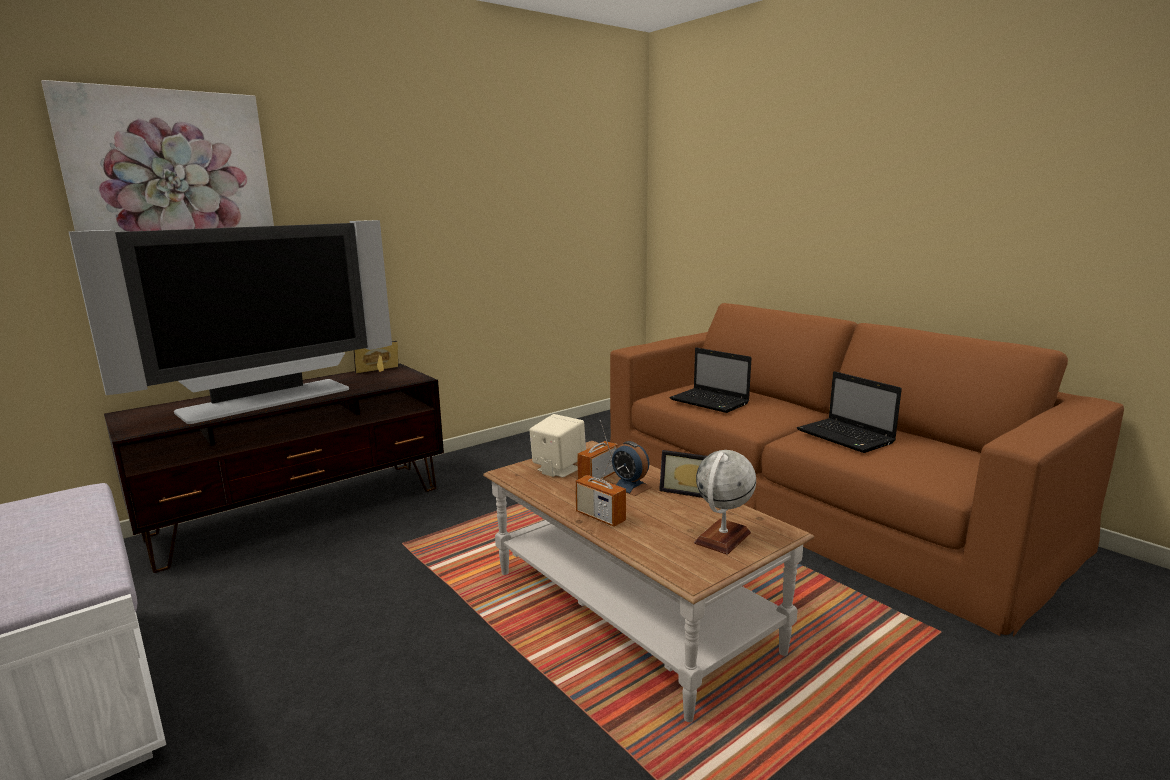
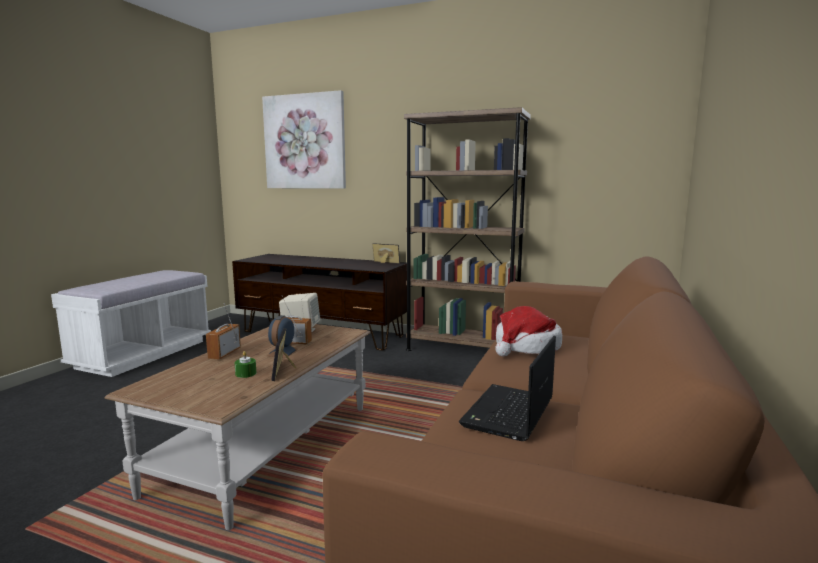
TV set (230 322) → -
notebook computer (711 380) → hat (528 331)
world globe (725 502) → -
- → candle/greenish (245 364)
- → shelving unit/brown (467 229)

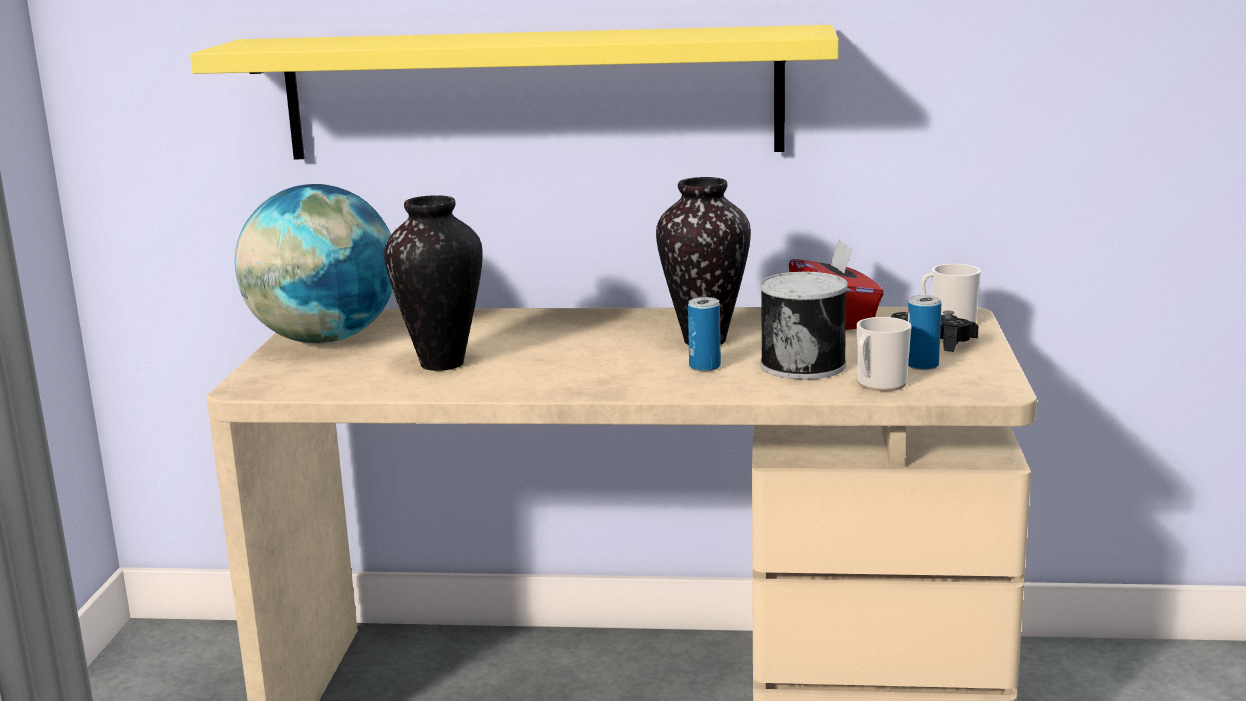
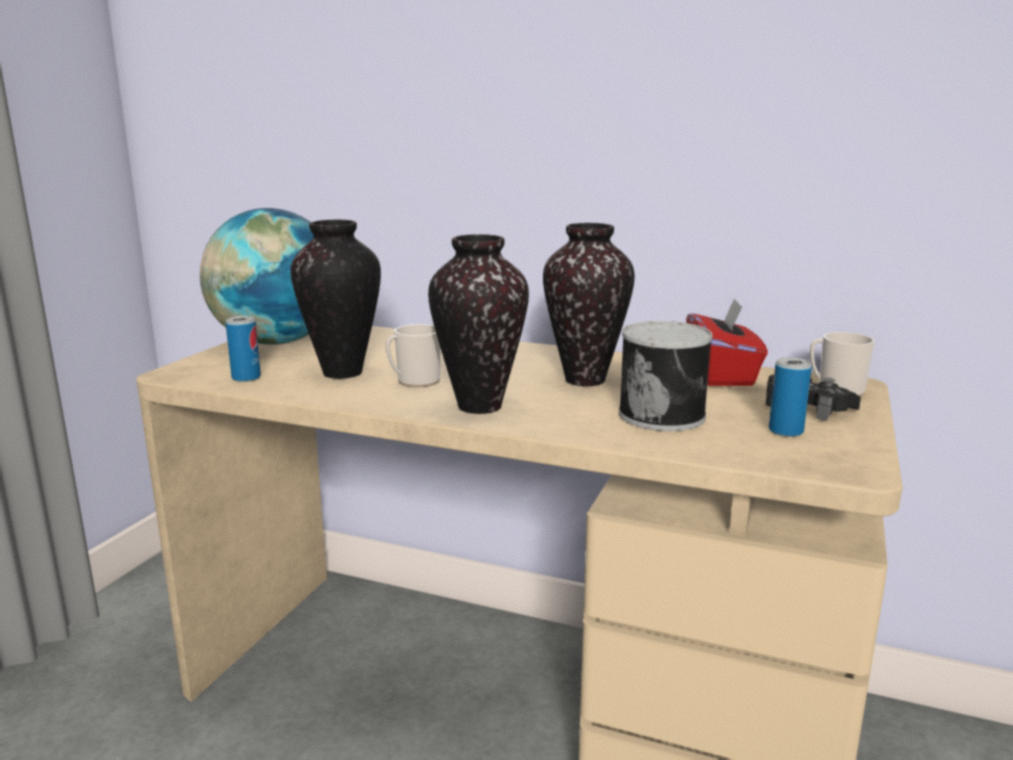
shelf/yellow-coloured (514 92) → -
sealed can (704 334) → sealed can (243 349), shifted
tea mug (884 354) → tea mug (413 355), shifted
- → decorative vase (478 324)

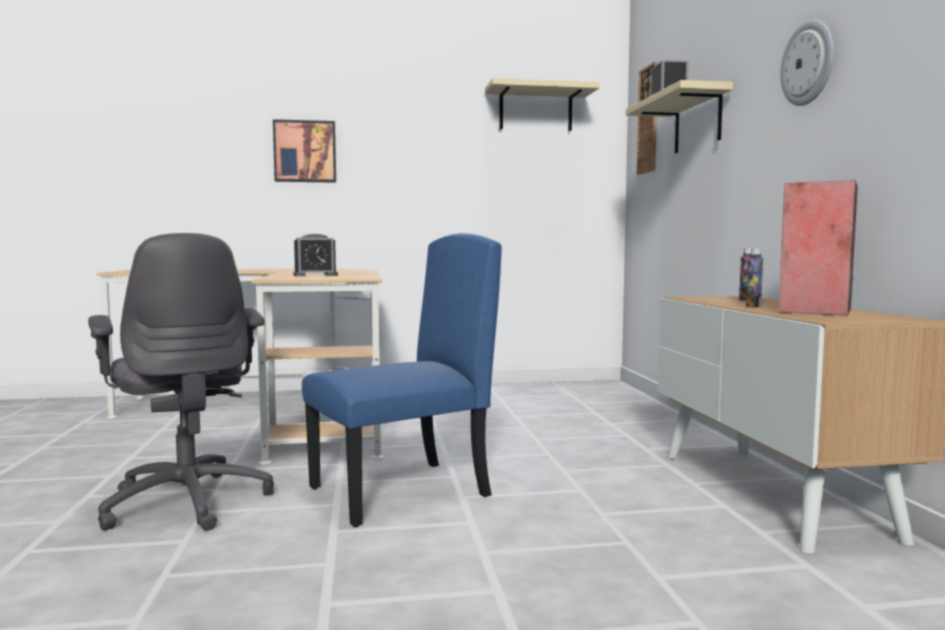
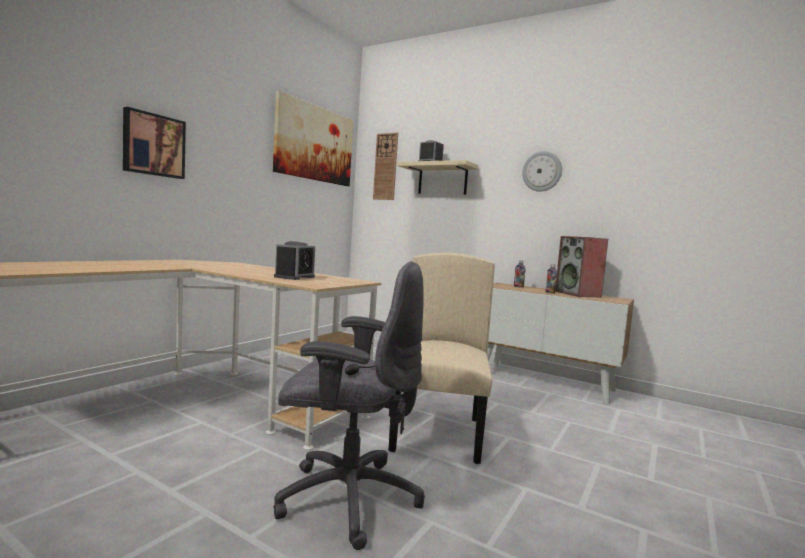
chair/bluish (402 380) → chair/beige (442 358)
shelf/beige (542 104) → wall picture (313 138)

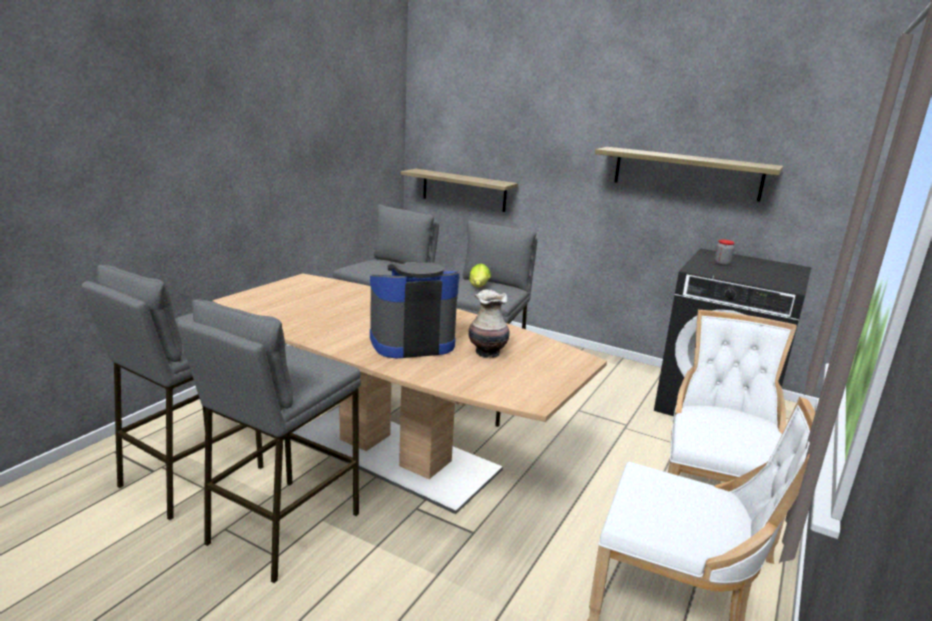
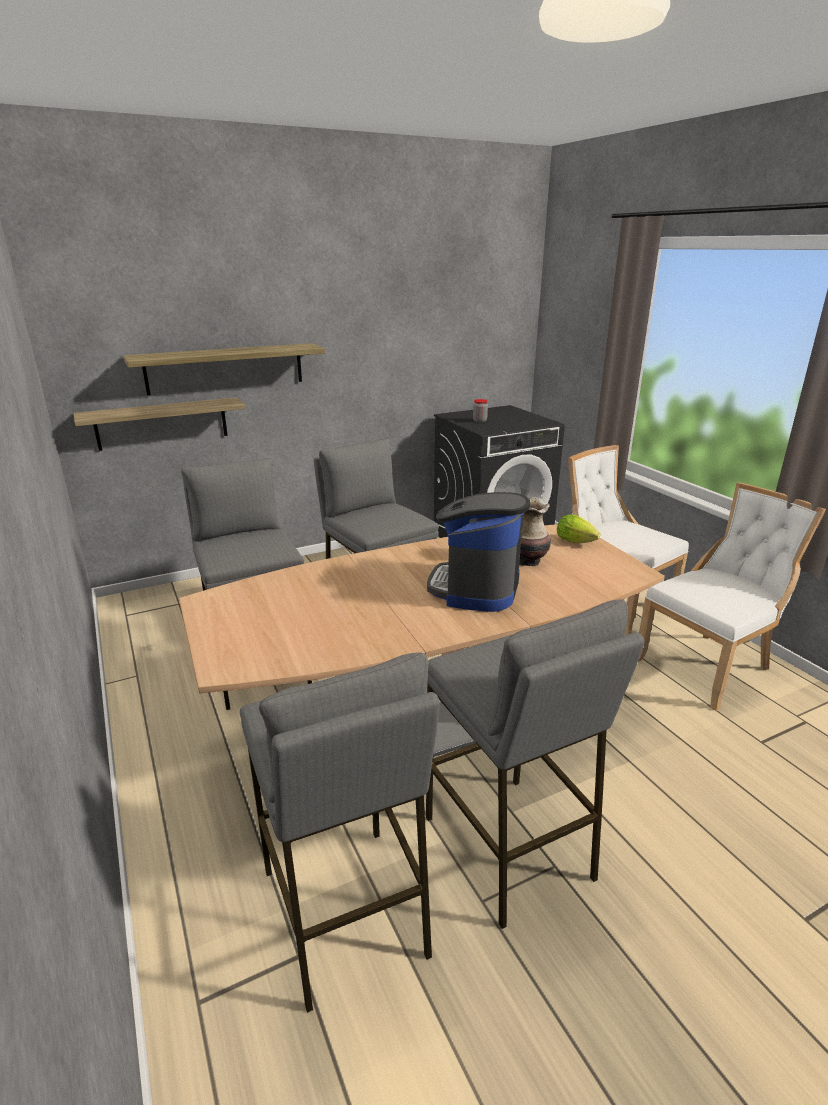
head of lettuce (480 275) → head of lettuce (578 528), shifted
shelf (689 174) → shelf (224 369), shifted

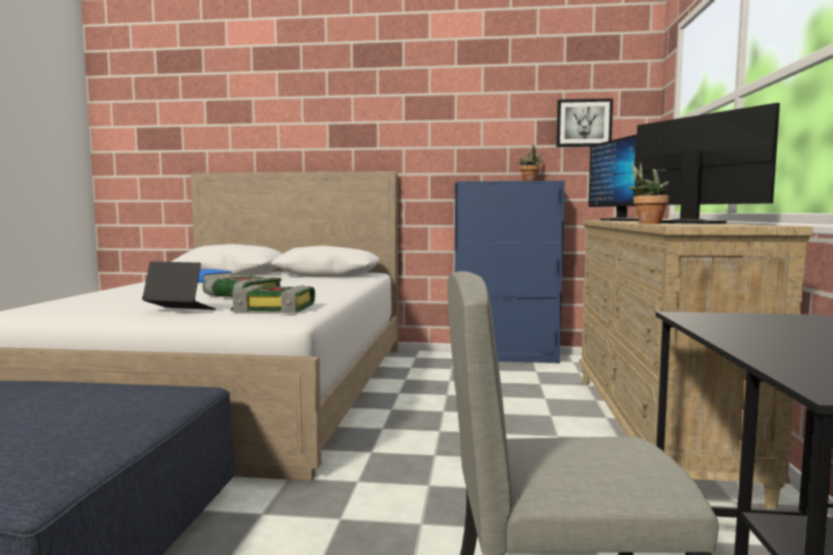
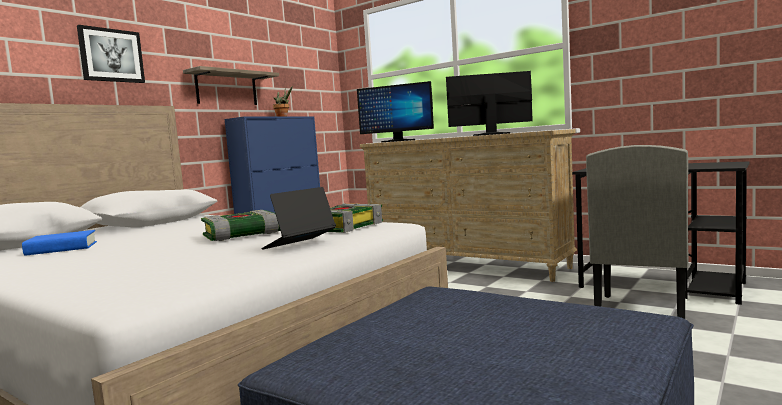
wall picture (584 122) → wall picture (111 54), shifted
plant in a pot (648 193) → -
- → shelf (231 85)

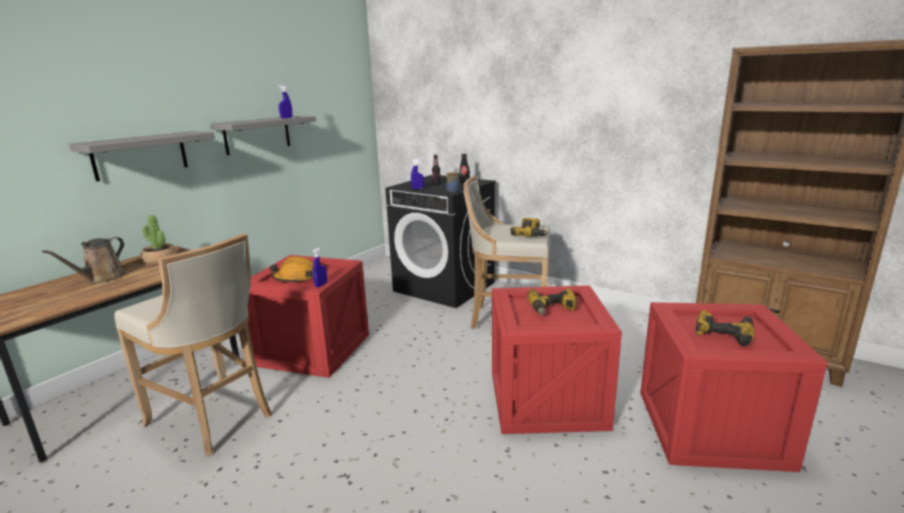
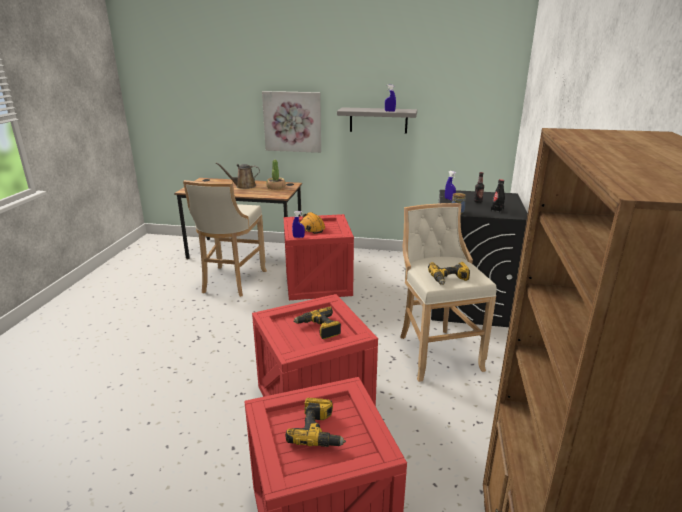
shelf/greyish (142 156) → wall picture (291 122)

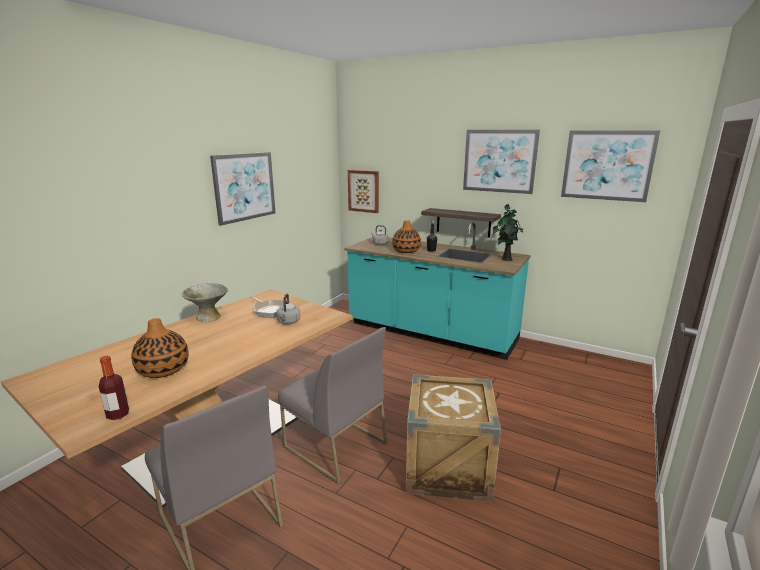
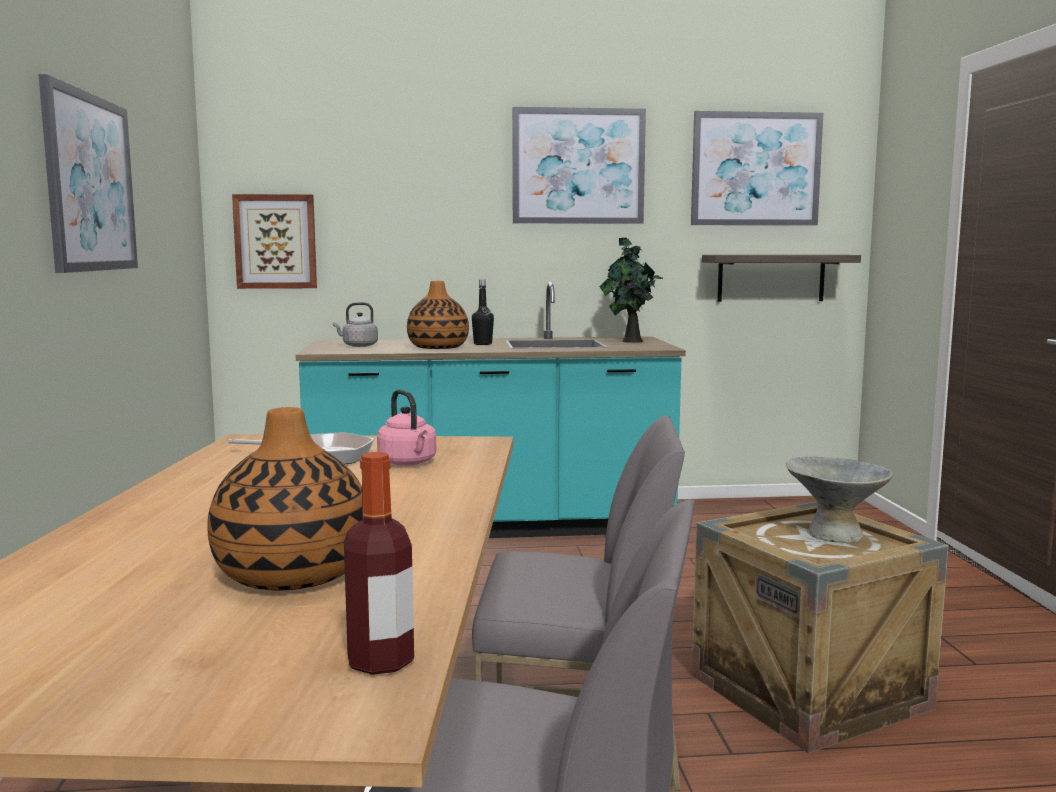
deep dish/greyish (204 302) → deep dish/greyish (839 499), shifted
tea kettle/greyish (288 309) → tea kettle/pink (406 427)
shelf (461 223) → shelf (781 278), shifted

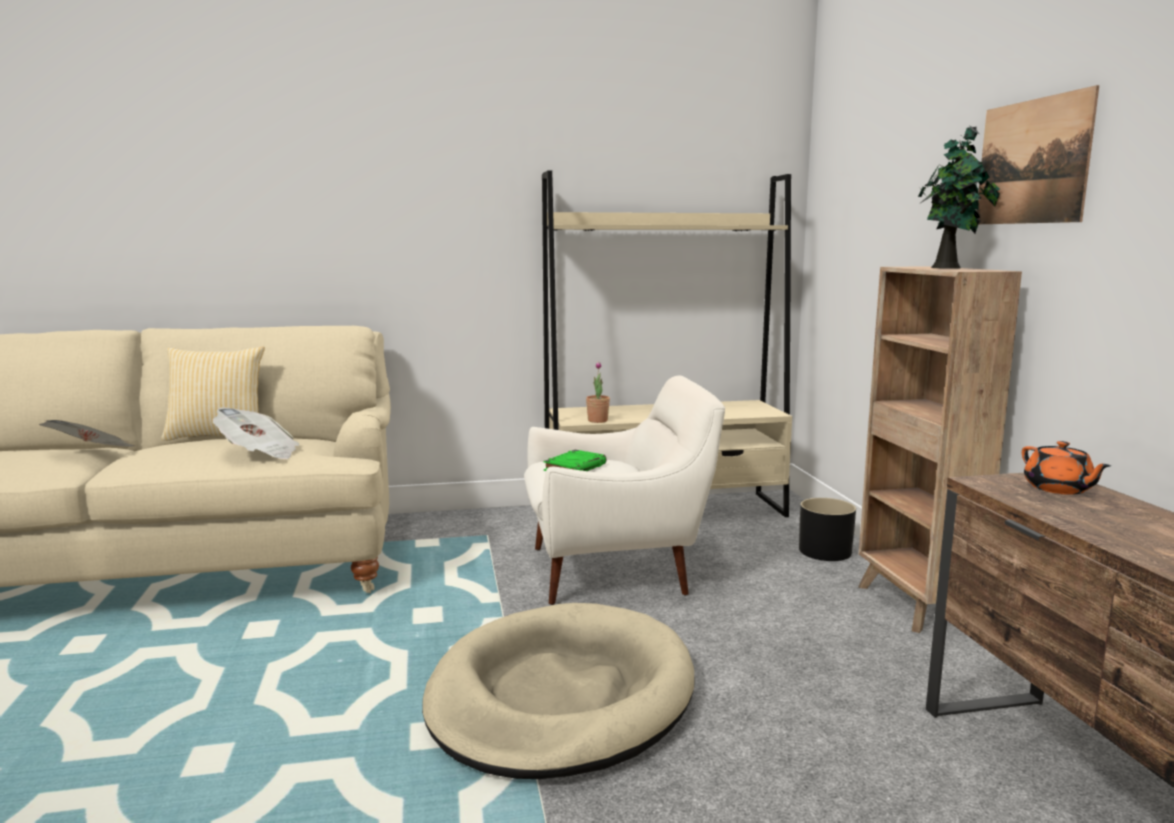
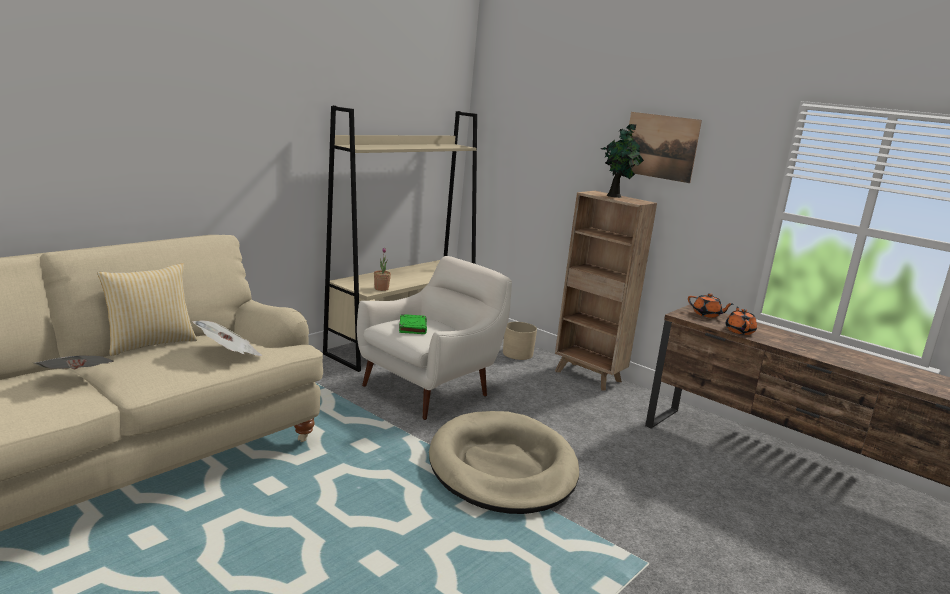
plant pot/black (827 529) → plant pot/beige (520 341)
- → teapot/orange-coloured (741 321)

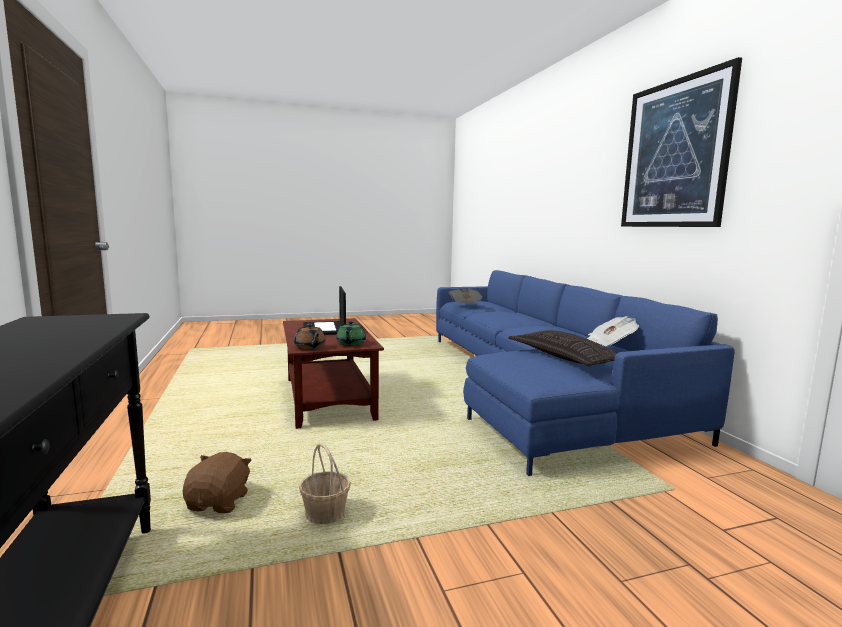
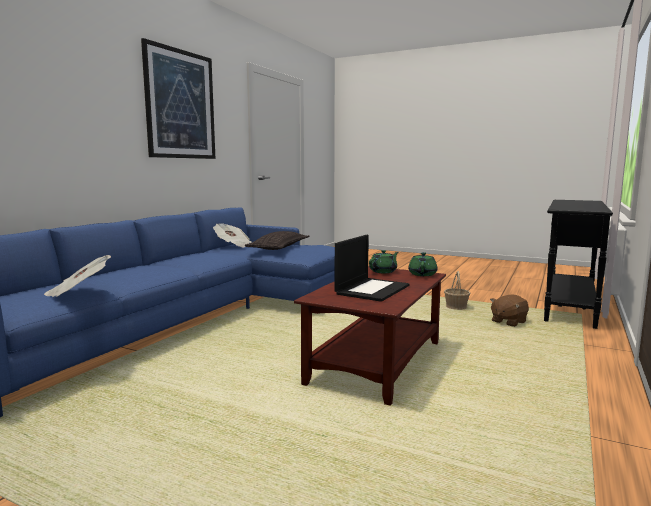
teapot/brown (309 337) → teapot/greenish (423 264)

